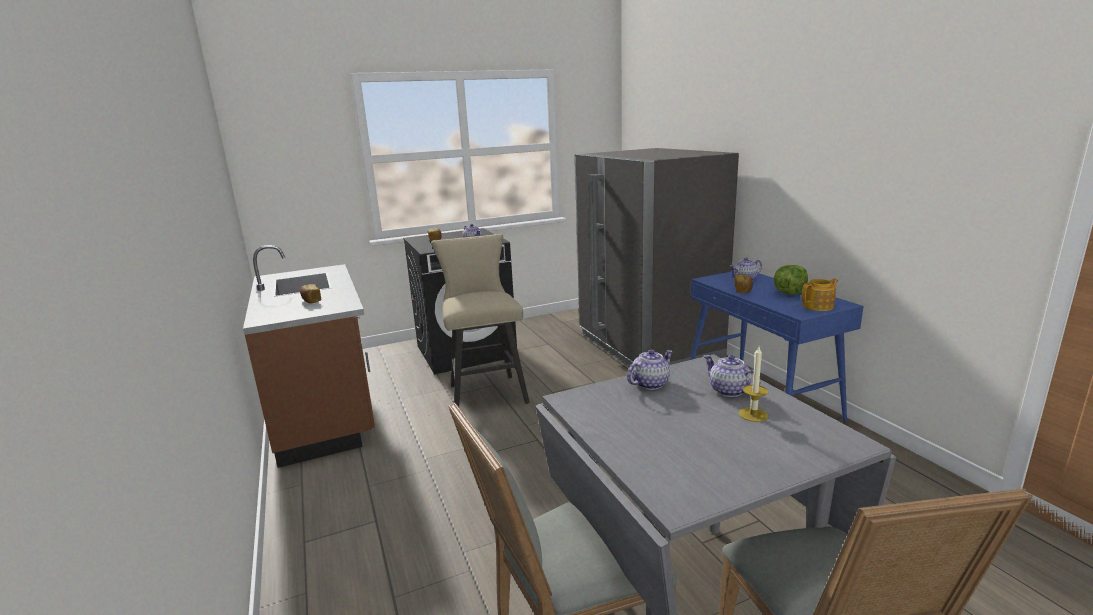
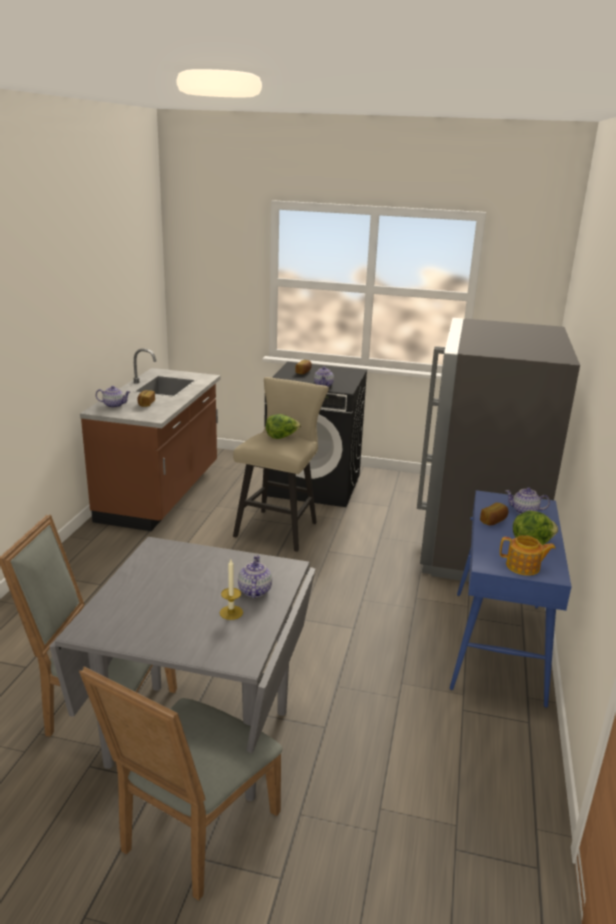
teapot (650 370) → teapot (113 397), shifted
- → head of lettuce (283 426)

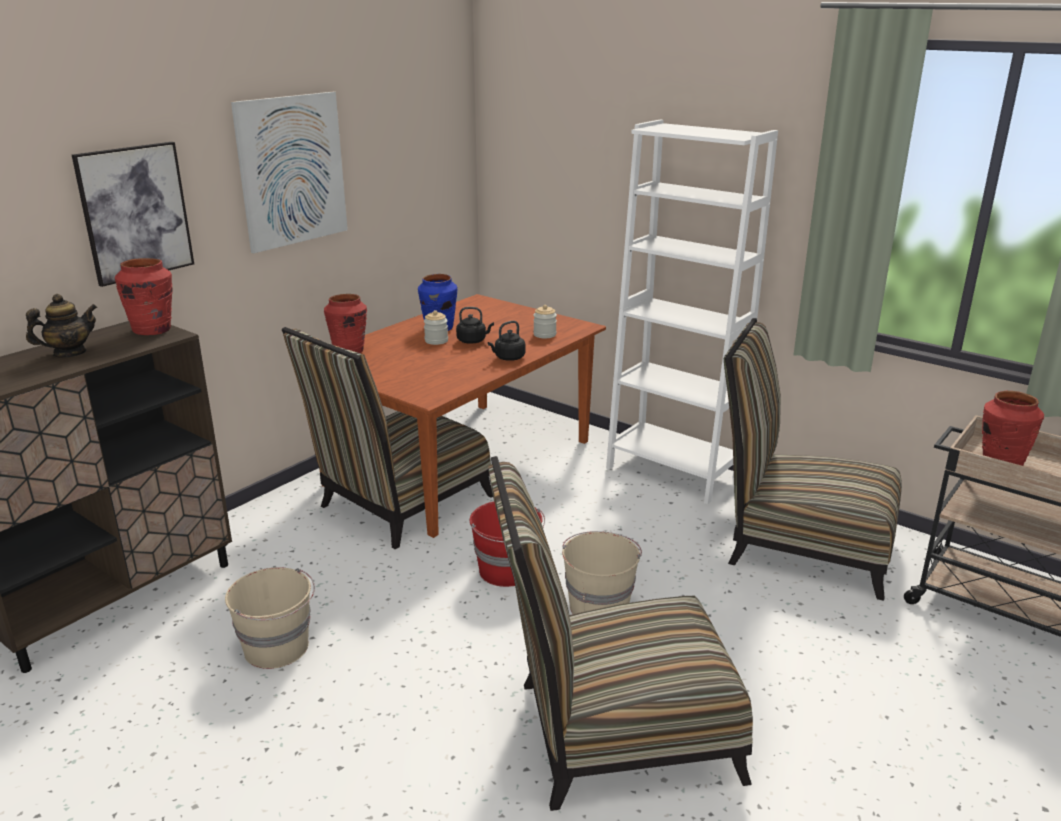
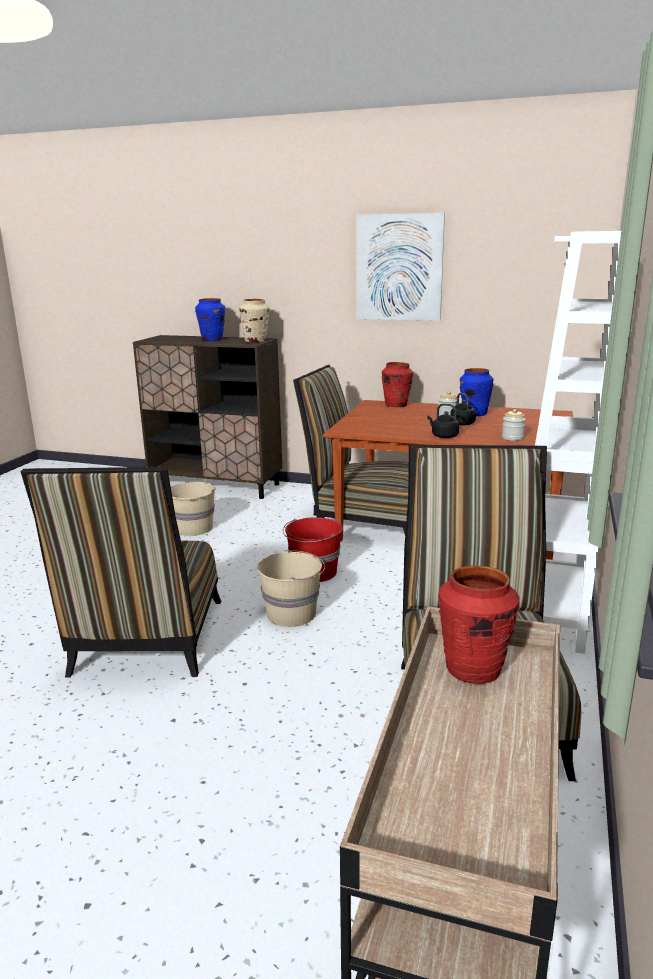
teapot (61 325) → decorative vase/bluish (210 319)
wall picture (133 214) → -
decorative vase/reddish (143 296) → decorative vase/beige (254 321)
chair (620 633) → chair (121 572), 150 degrees counterclockwise

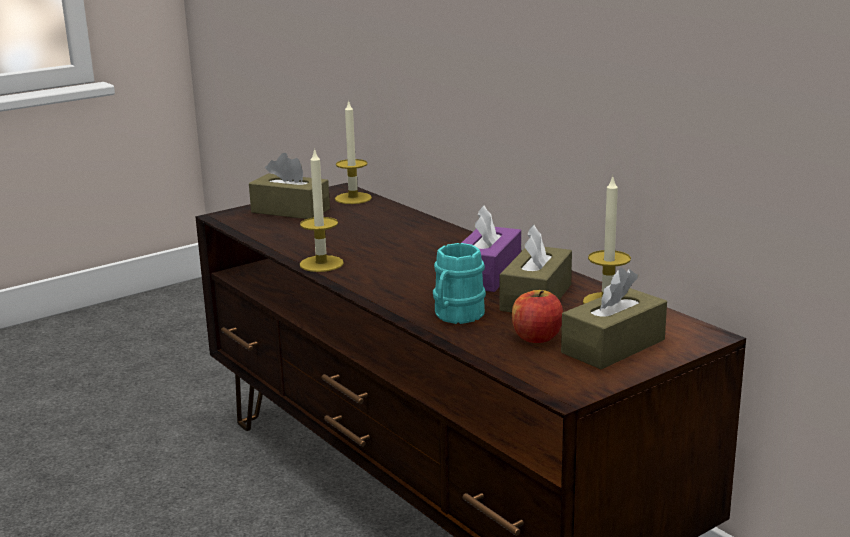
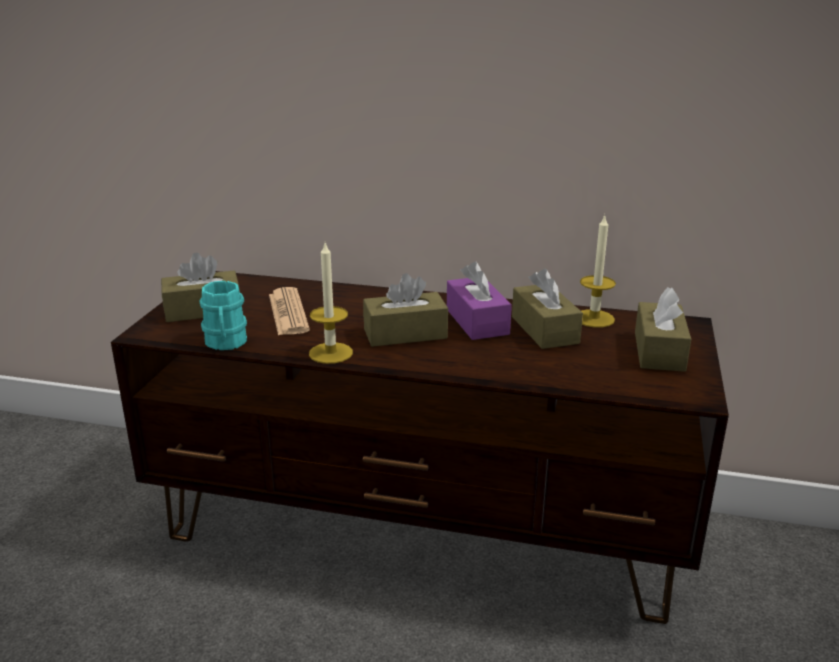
candle (353 152) → -
tea mug/turquoise (459 283) → tea mug/turquoise (223 315), shifted
whole apple (537 316) → -
- → newspaper (289 311)
- → tissue box/brown (405 310)

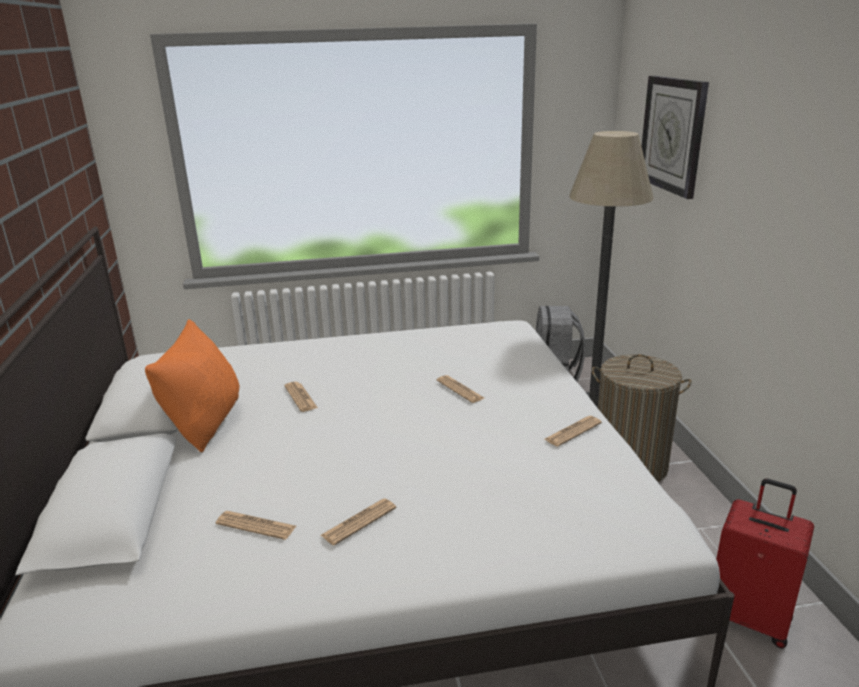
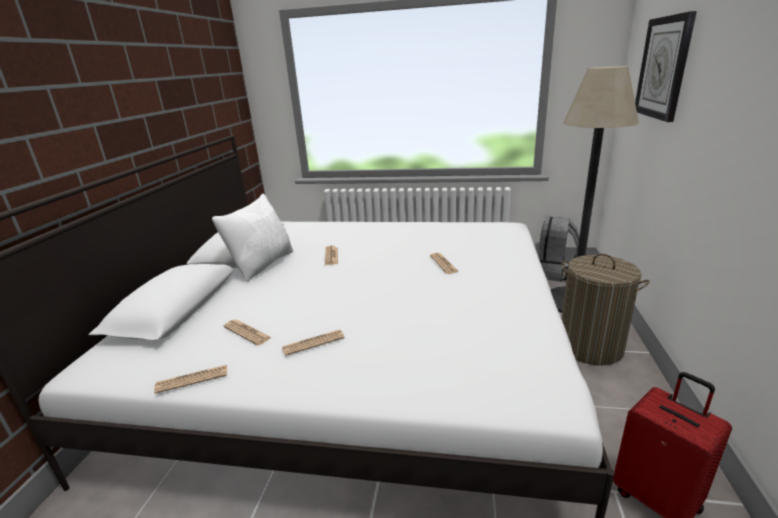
throw pillow/orange-coloured (192 385) → throw pillow/white (252 237)
newspaper (573 431) → newspaper (190 379), shifted

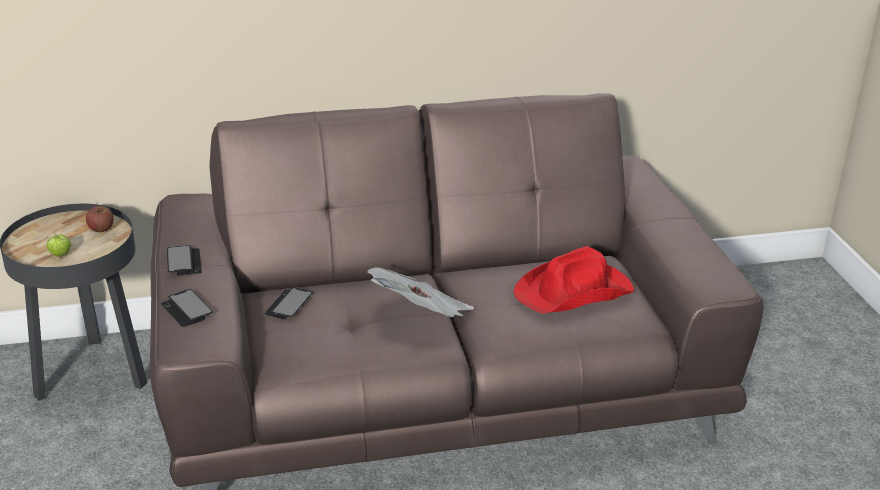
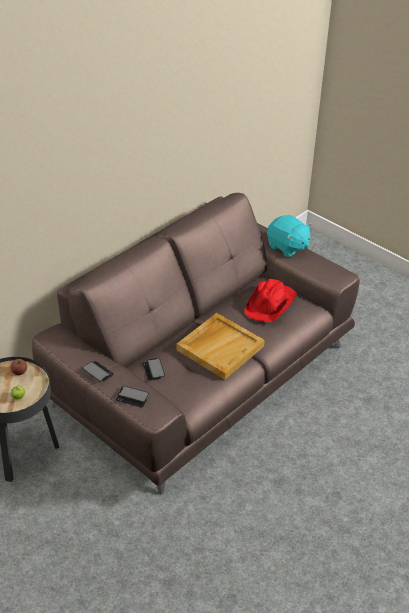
newspaper (420 292) → tray/beige (220 346)
- → plush toy/turquoise (289 236)

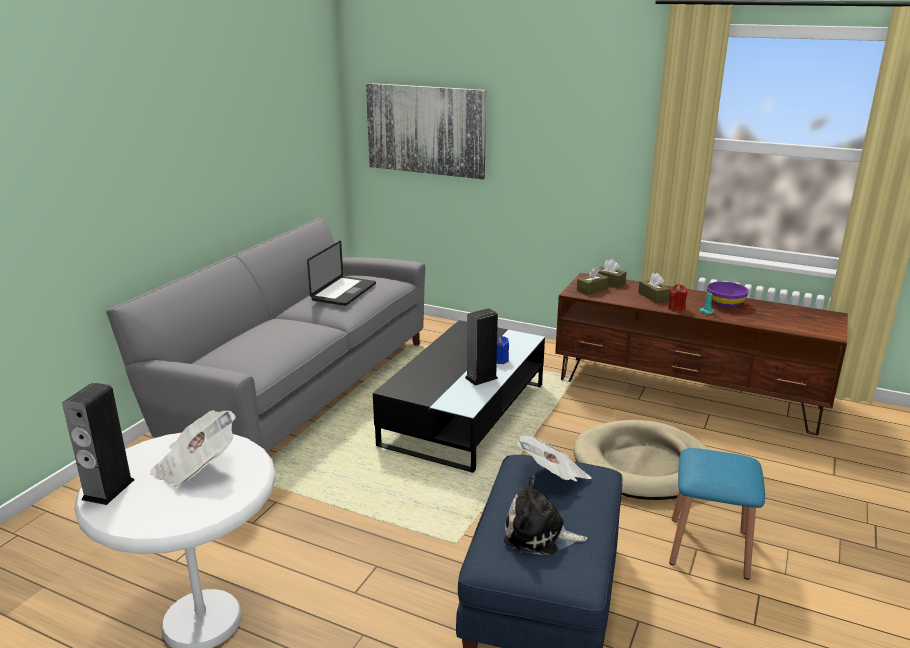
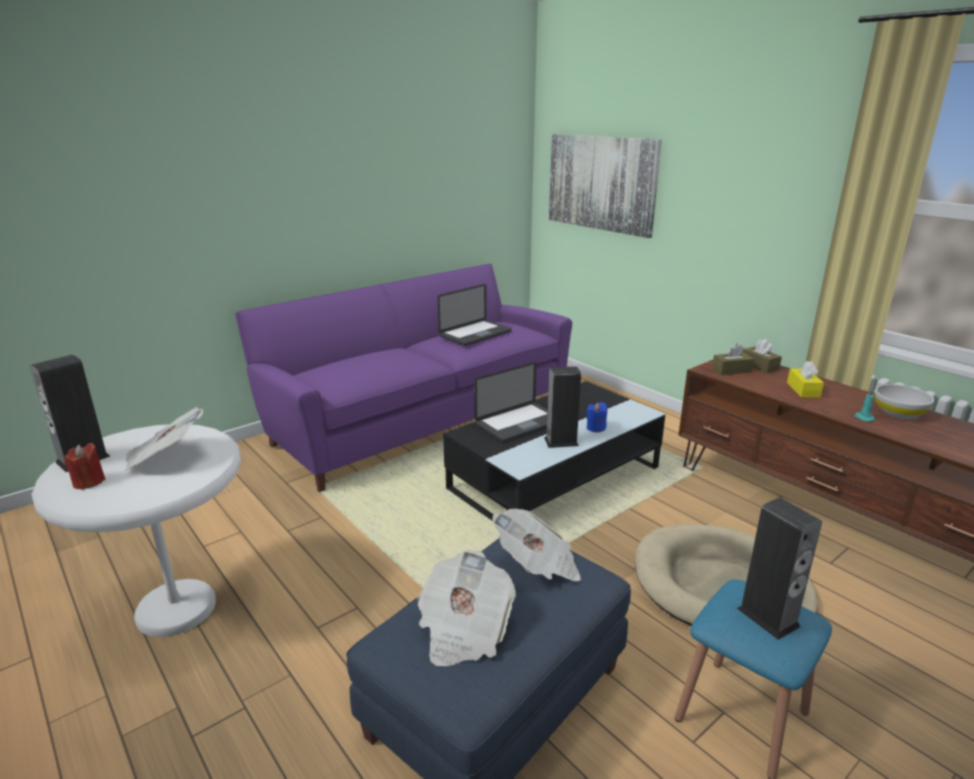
settee/greyish (265 335) → settee/purple (403 378)
plush toy (545 515) → newspaper (466 608)
tissue box/brown (654 288) → tissue box/yellow-coloured (805 379)
candle/reddish (677 297) → candle/reddish (85 466), shifted
deep dish/purple (728 294) → deep dish/white (904 401)
- → notebook computer (511 402)
- → audio speaker (779 569)

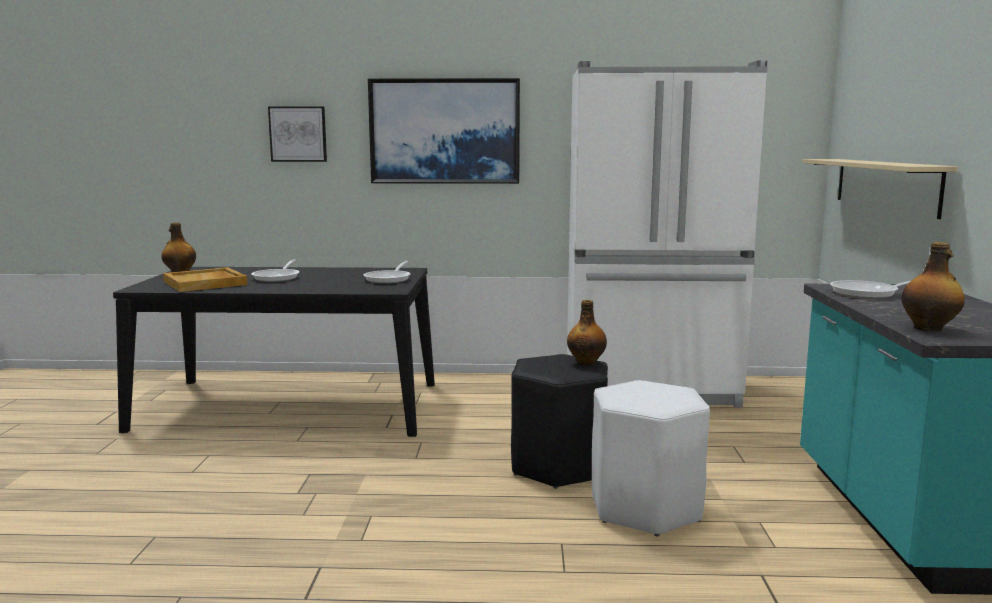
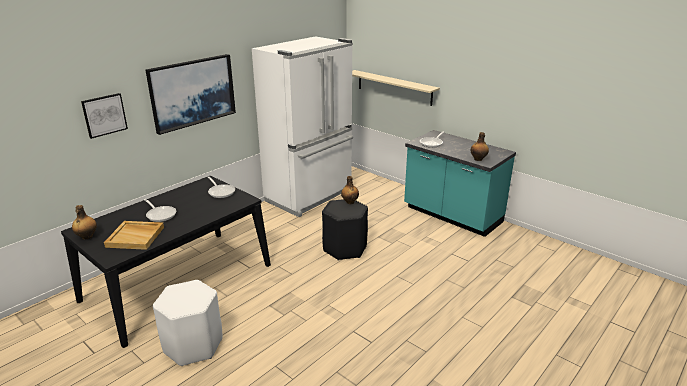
stool/white (651 458) → stool/white (187 323), shifted

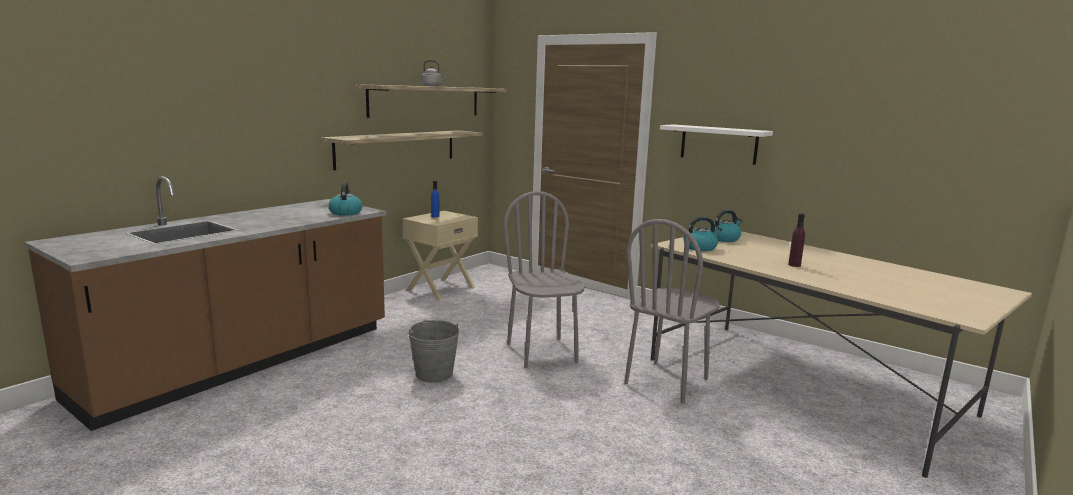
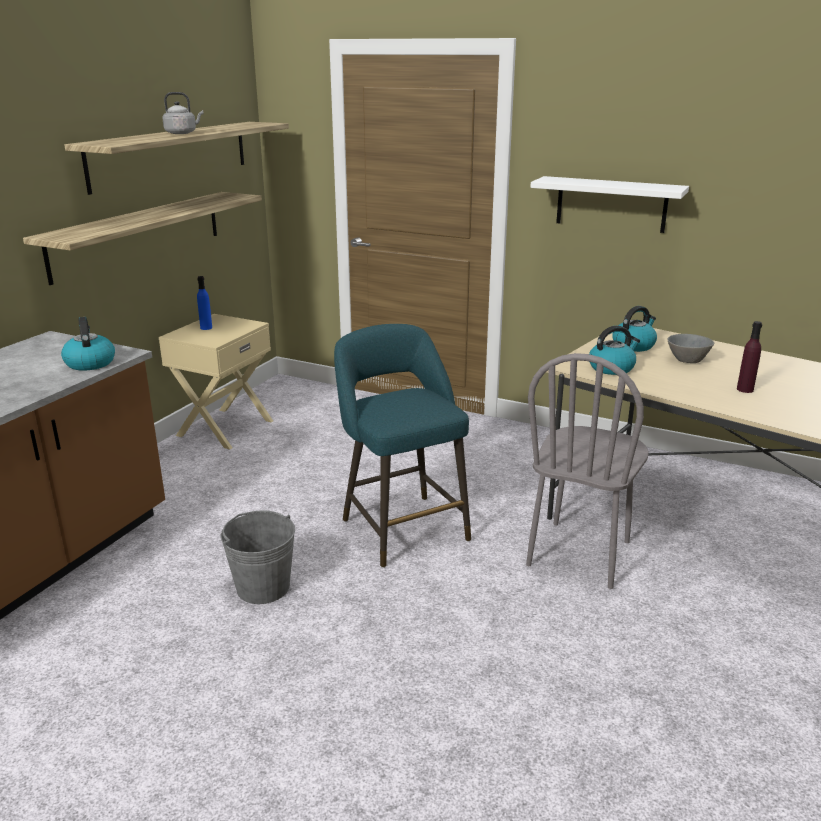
chair/greyish (544 279) → stool/turquoise (402 446)
- → deep dish/greyish (691 348)

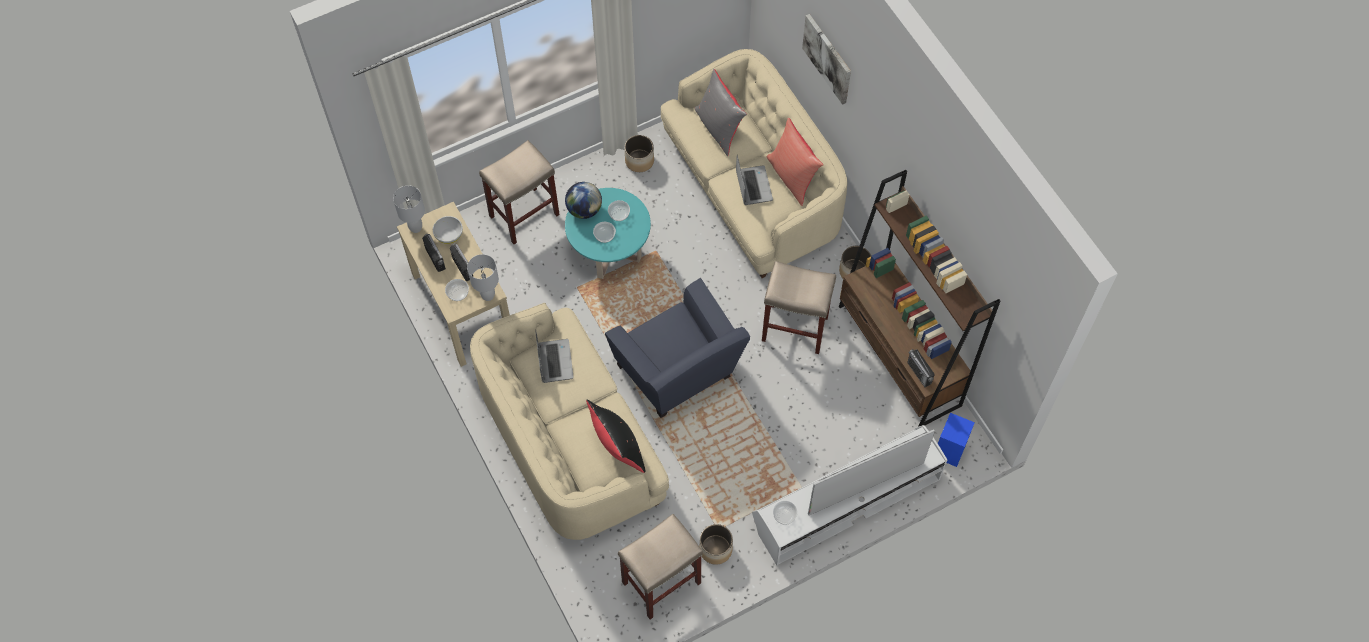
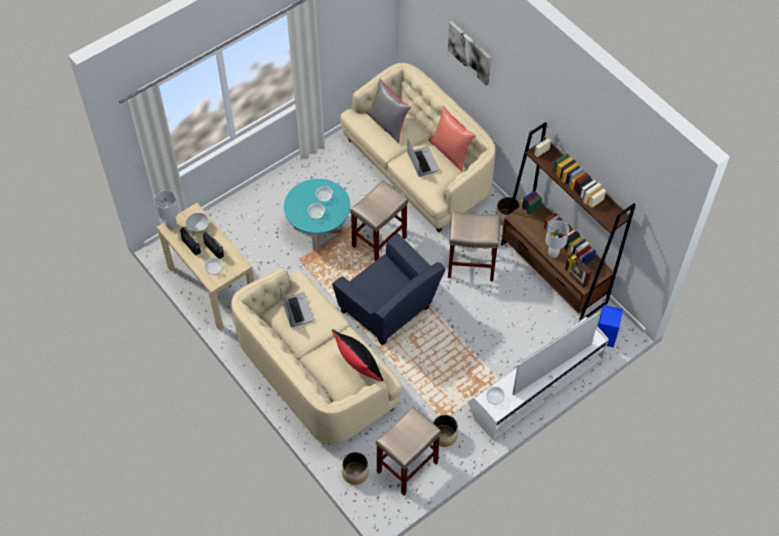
table lamp/white (483 277) → table lamp/white (557 239), shifted
stool/beige (519 192) → stool/beige (379 221), shifted
world globe (583 200) → -
plant pot (639 153) → plant pot (355 468), shifted
radio set (921 368) → standing frame (578 270)

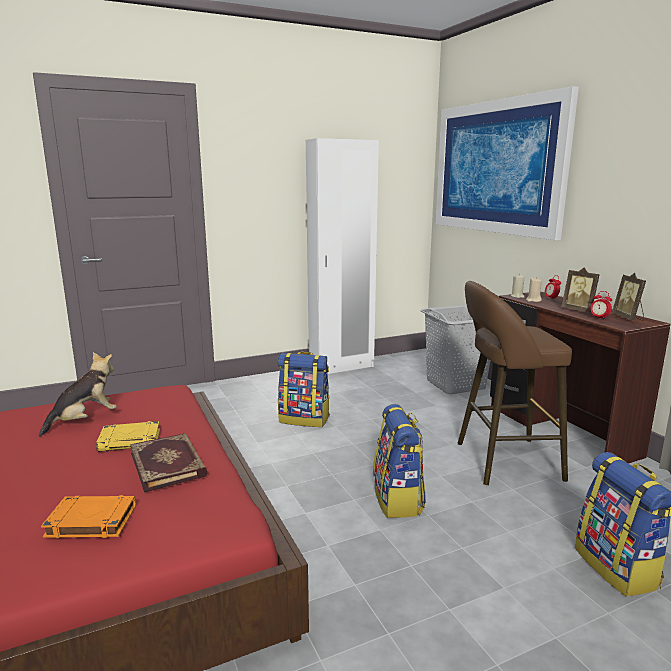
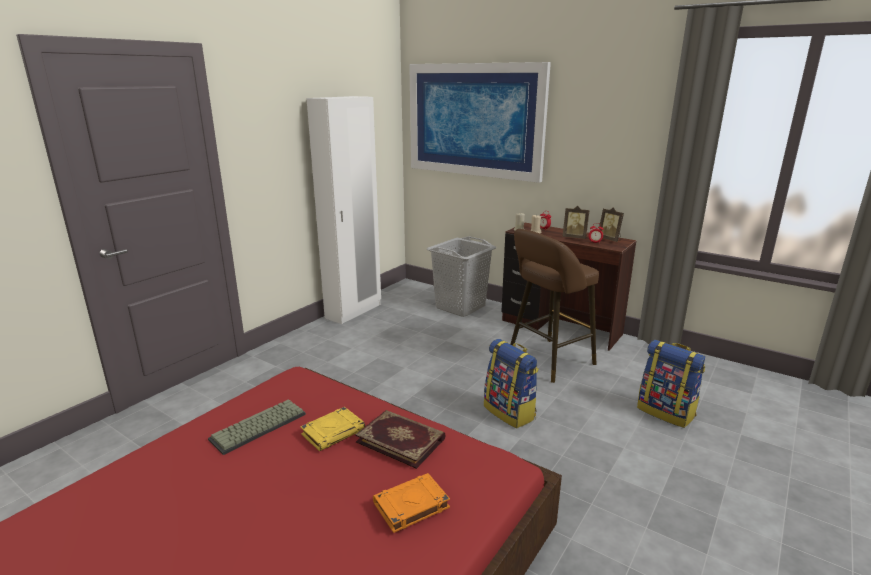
plush toy (78 394) → computer keyboard (257 427)
rucksack (304 389) → -

